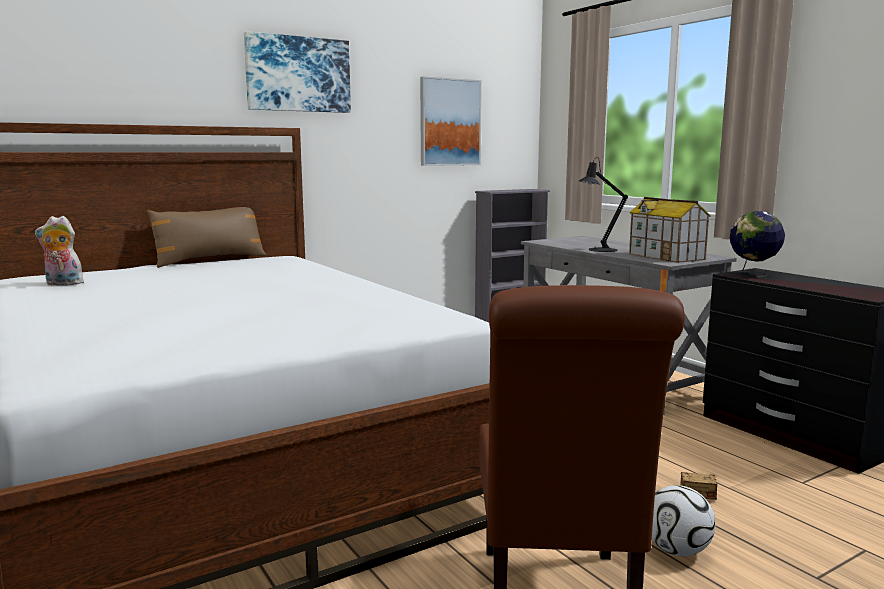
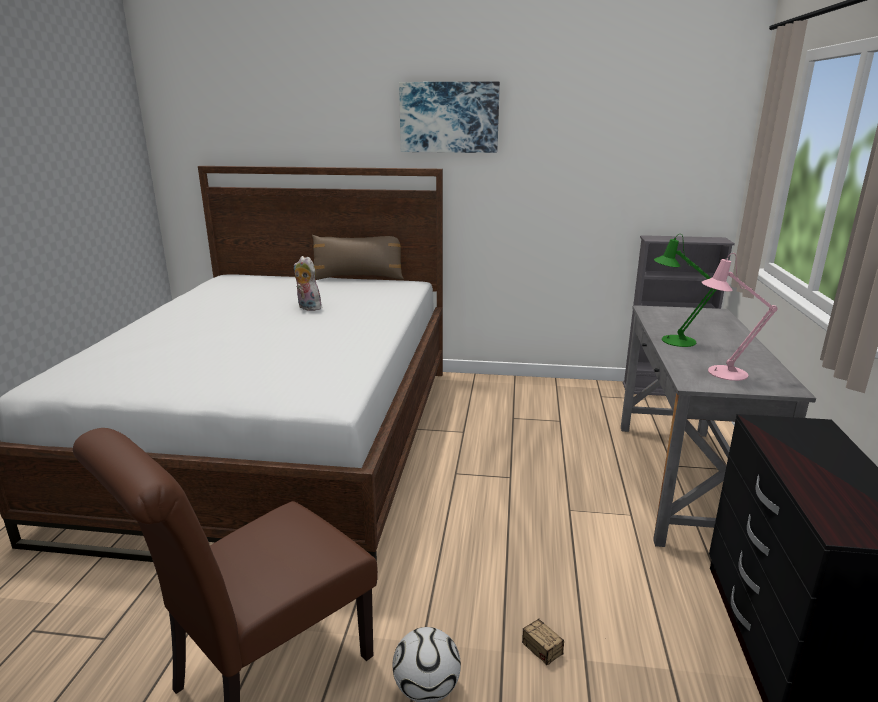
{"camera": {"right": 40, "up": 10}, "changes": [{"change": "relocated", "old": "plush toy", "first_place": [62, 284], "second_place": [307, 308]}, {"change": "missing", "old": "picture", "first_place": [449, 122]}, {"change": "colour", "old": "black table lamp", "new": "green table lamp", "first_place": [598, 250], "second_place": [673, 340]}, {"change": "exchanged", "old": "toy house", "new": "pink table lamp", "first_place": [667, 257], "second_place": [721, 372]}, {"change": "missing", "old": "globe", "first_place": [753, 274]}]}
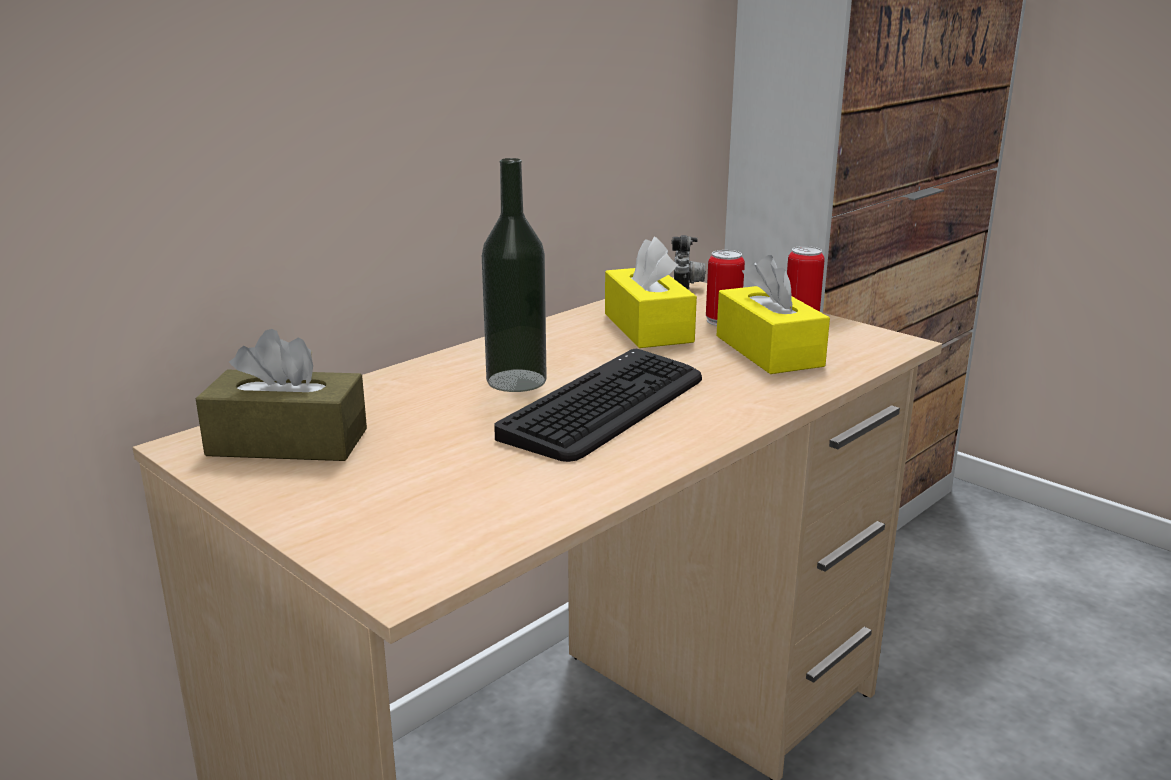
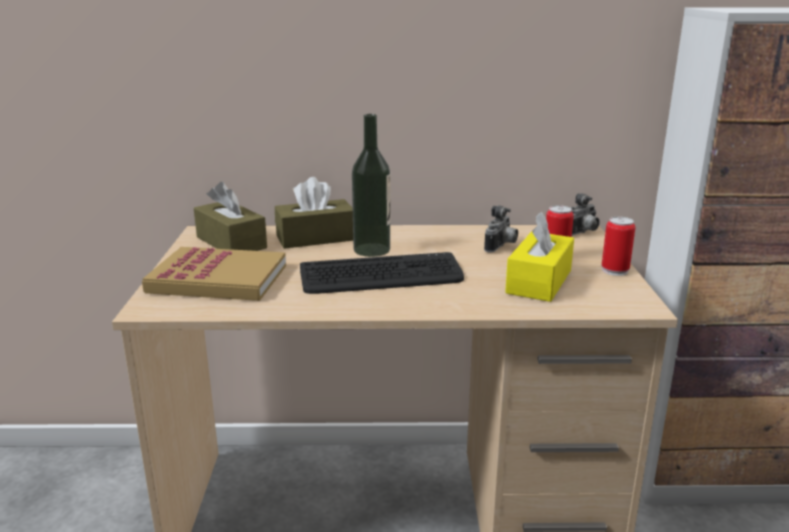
{"camera": {"right": 45, "up": 0}, "changes": [{"change": "exchanged", "old": "yellow tissue box", "new": "photo camera", "first_place": [648, 328], "second_place": [501, 246]}, {"change": "appeared", "new": "book", "second_place": [218, 279]}, {"change": "appeared", "new": "brown tissue box", "second_place": [315, 238]}]}
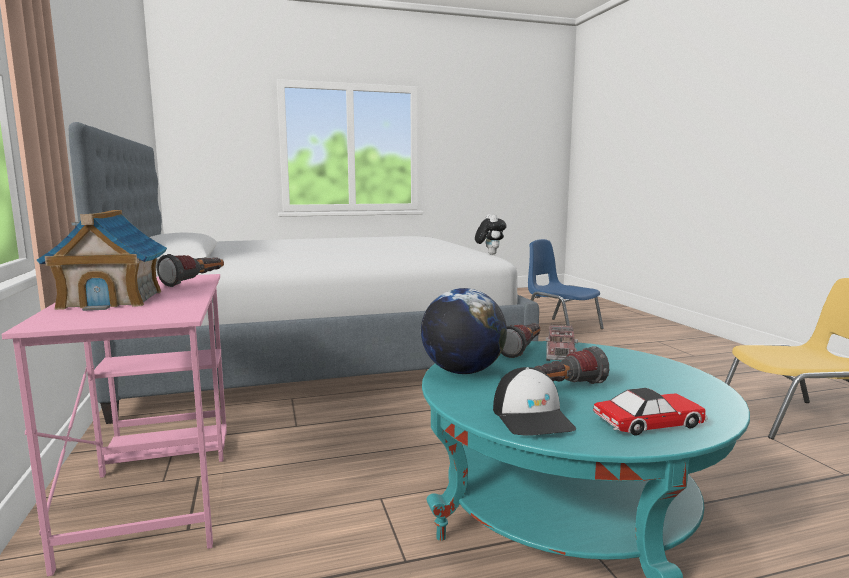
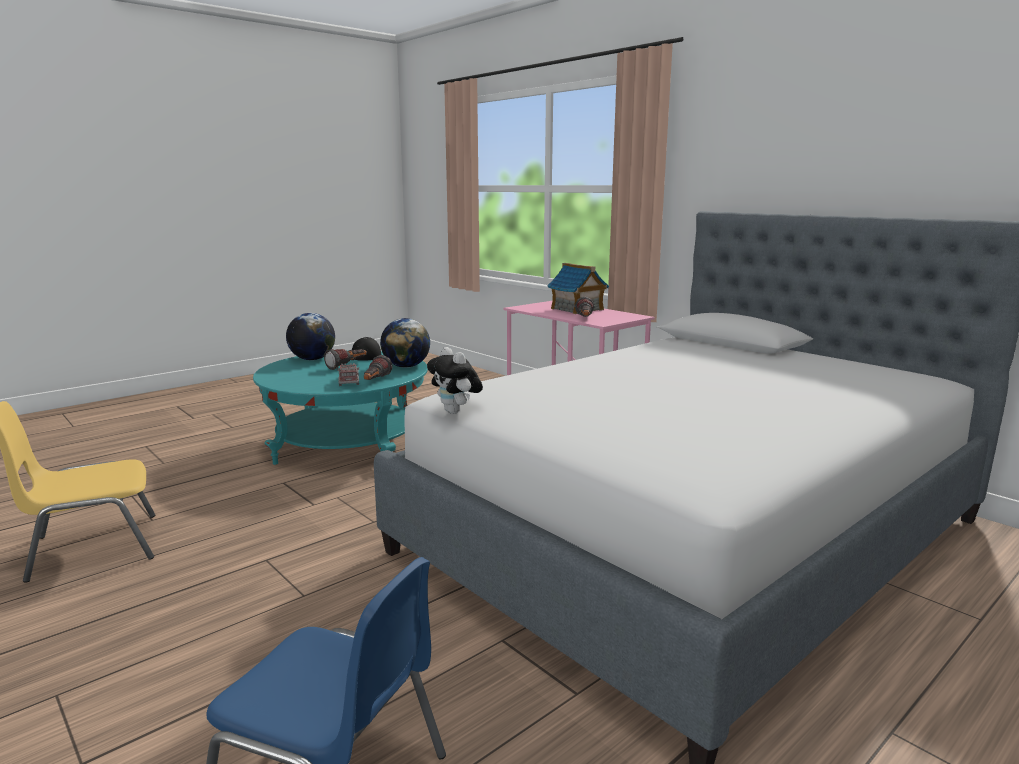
{"camera": {"right": 155, "up": 5}, "changes": [{"change": "exchanged", "old": "toy car", "new": "globe", "first_place": [649, 423], "second_place": [312, 359]}]}
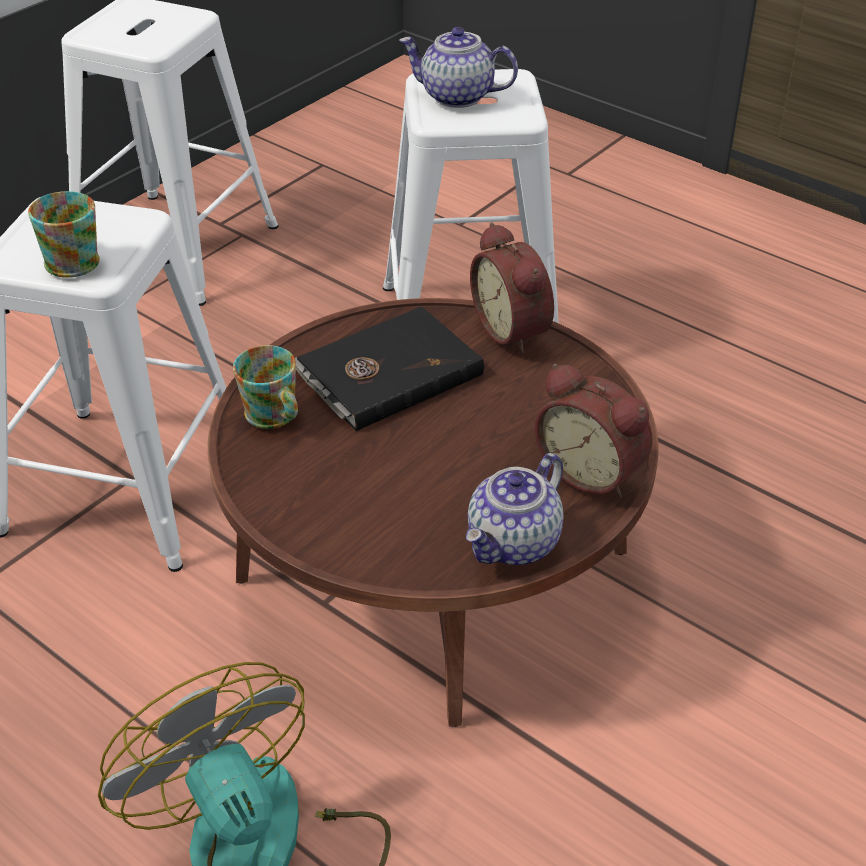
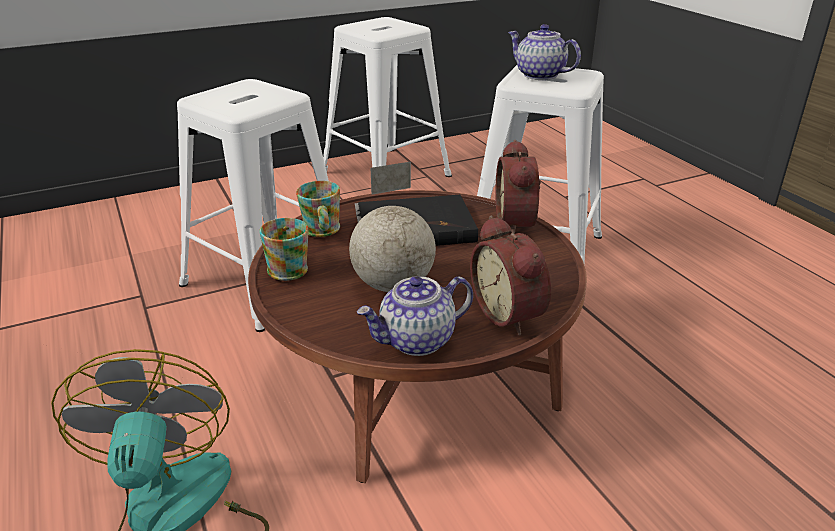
{"camera": {"right": 25, "up": -10}, "changes": [{"change": "relocated", "old": "mug", "first_place": [70, 258], "second_place": [289, 267]}, {"change": "appeared", "new": "globe", "second_place": [392, 285]}]}
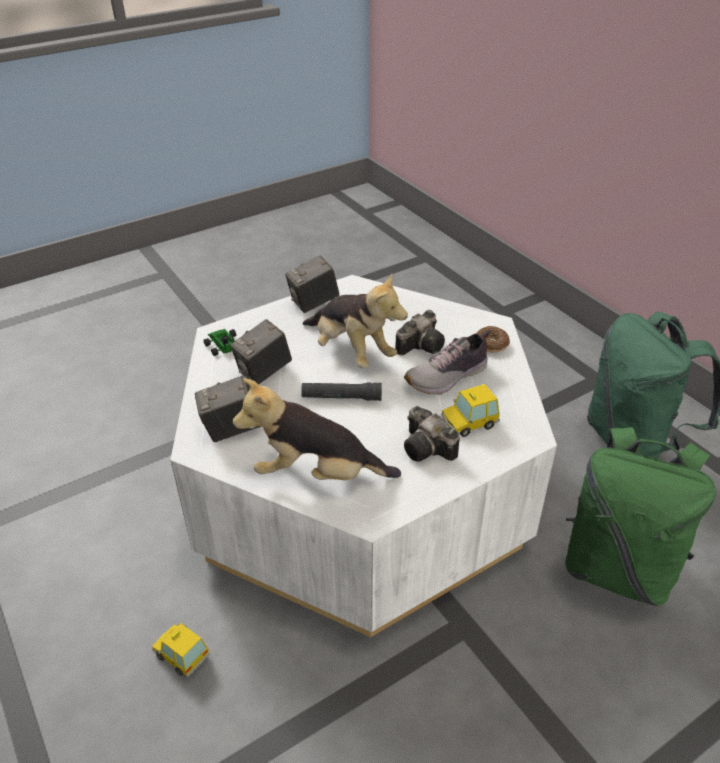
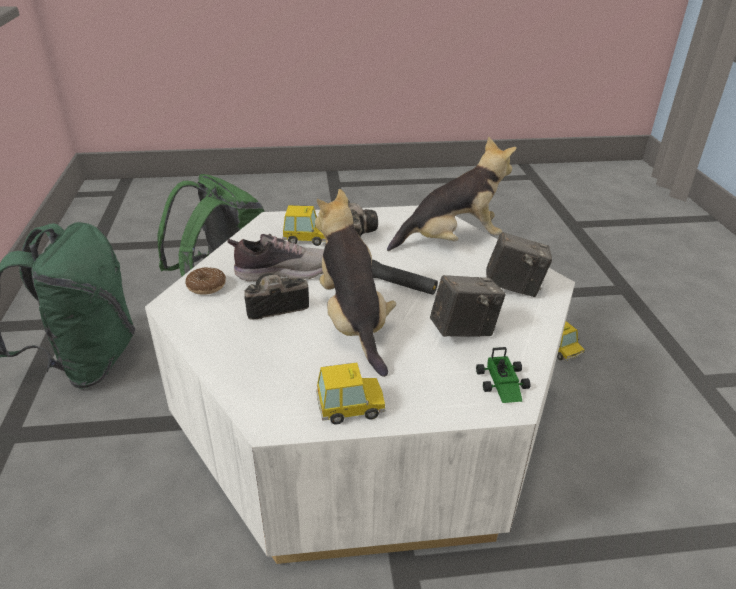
{"camera": {"right": -155, "up": -5}, "changes": [{"change": "spun", "old": "plush toy", "first_place": [317, 474], "second_place": [451, 241], "degrees": -45}, {"change": "exchanged", "old": "photo camera", "new": "toy car", "first_place": [313, 303], "second_place": [351, 407]}]}
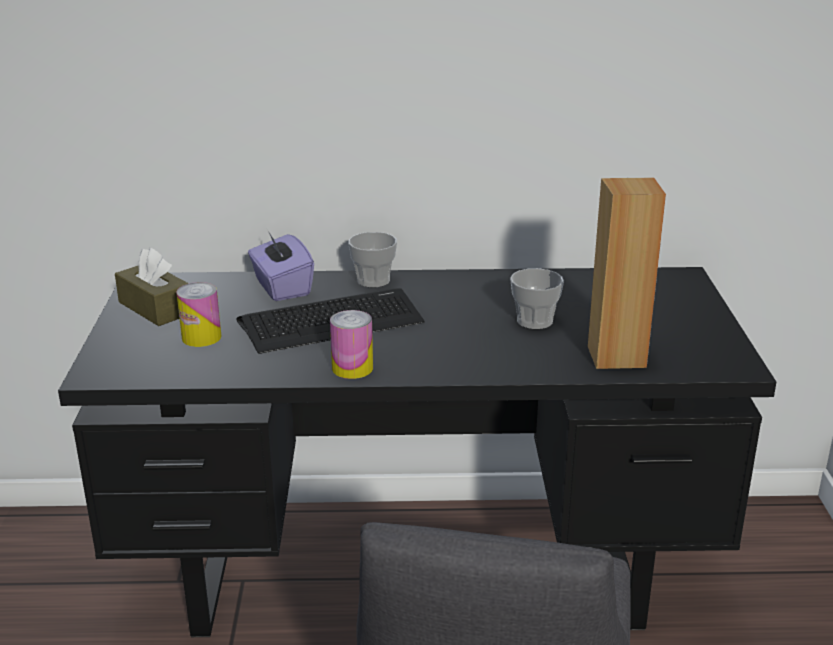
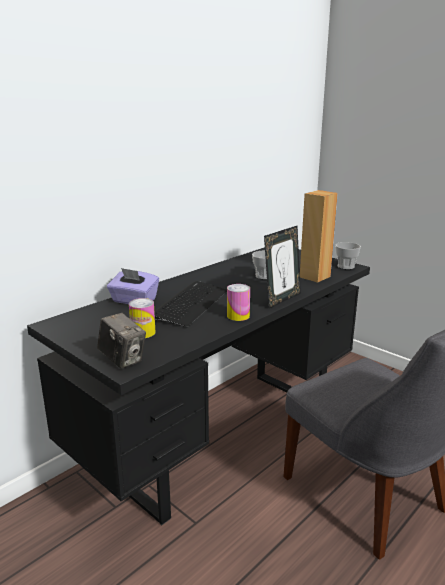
{"camera": {"right": -45, "up": -5}, "changes": [{"change": "missing", "old": "brown tissue box", "first_place": [155, 308]}, {"change": "relocated", "old": "cup", "first_place": [373, 280], "second_place": [346, 266]}, {"change": "appeared", "new": "photo camera", "second_place": [122, 359]}, {"change": "appeared", "new": "picture frame", "second_place": [281, 299]}]}
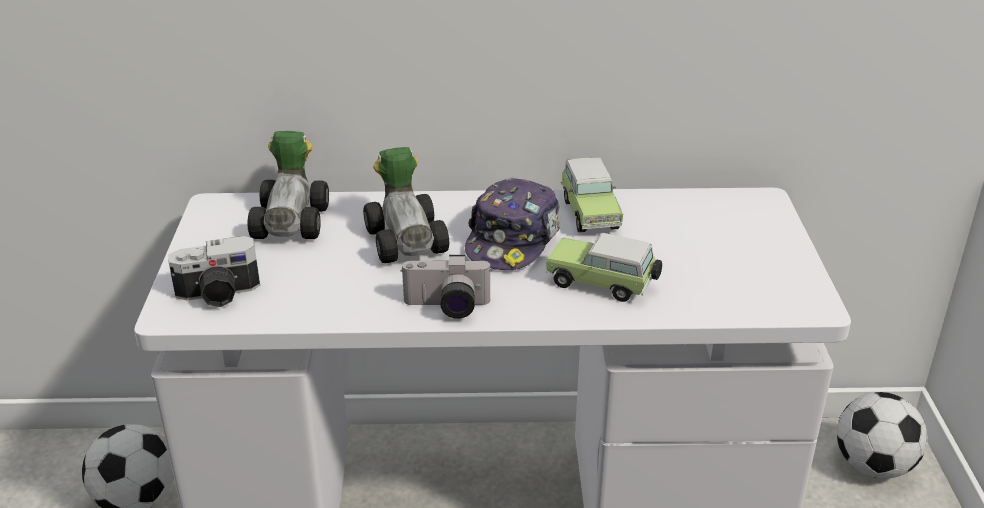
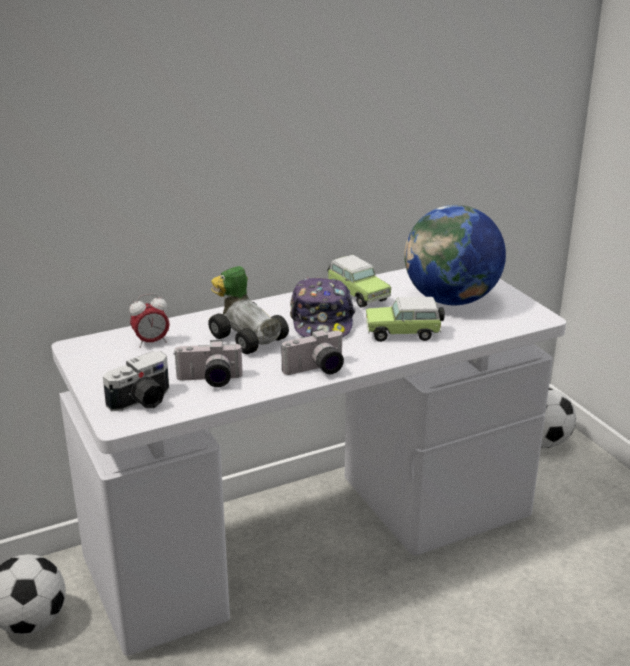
{"camera": {"right": -25, "up": -5}, "changes": [{"change": "exchanged", "old": "toy car", "new": "alarm clock", "first_place": [294, 219], "second_place": [151, 342]}, {"change": "appeared", "new": "photo camera", "second_place": [209, 381]}, {"change": "appeared", "new": "globe", "second_place": [451, 300]}]}
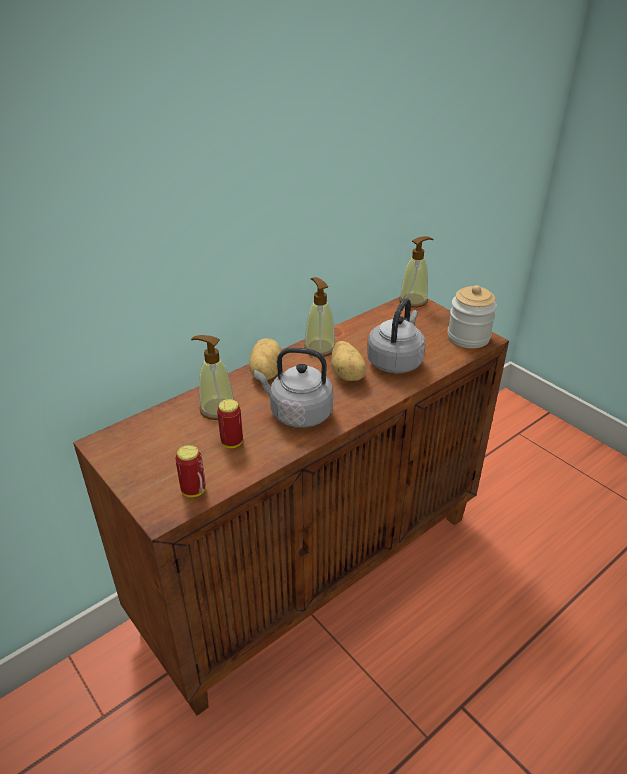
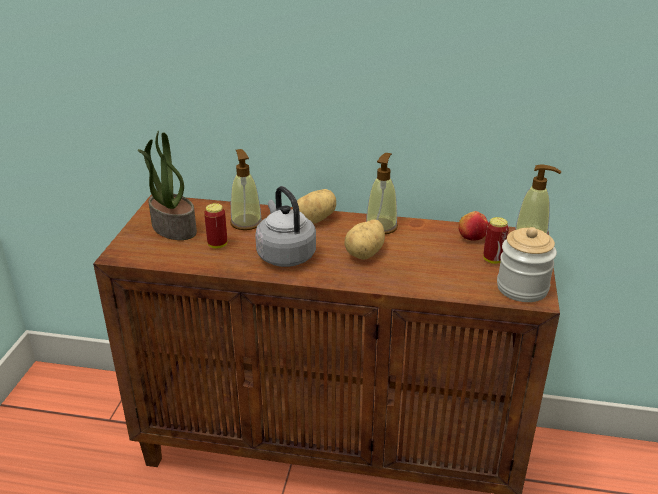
{"camera": {"right": 50, "up": -5}, "changes": [{"change": "relocated", "old": "can", "first_place": [193, 490], "second_place": [493, 260]}, {"change": "missing", "old": "grey kettle", "first_place": [396, 361]}, {"change": "appeared", "new": "potted plant", "second_place": [172, 228]}, {"change": "appeared", "new": "apple", "second_place": [471, 237]}]}
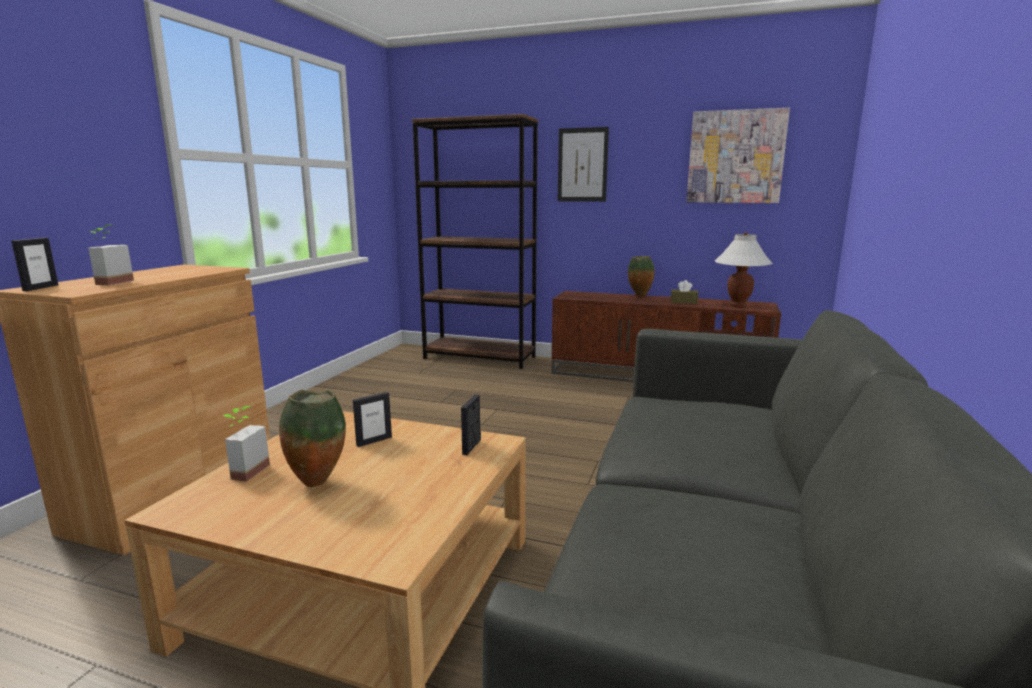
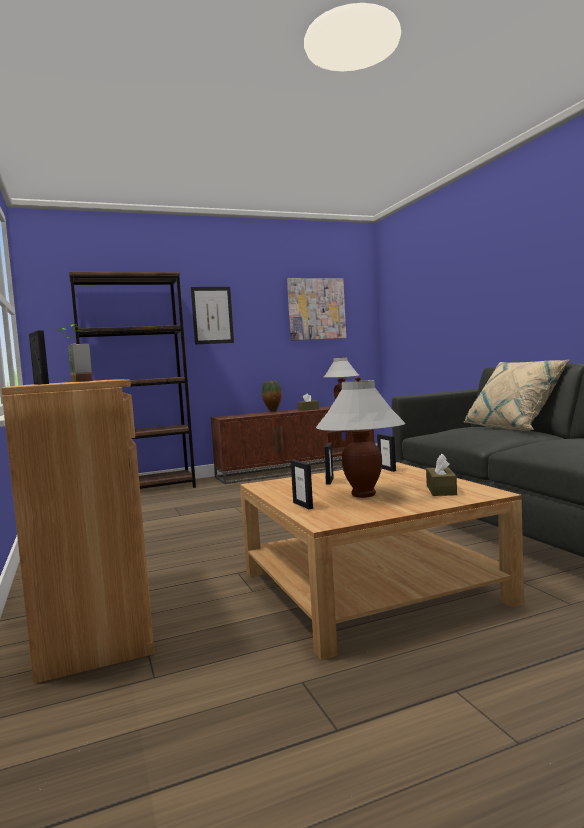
{"camera": {"right": -40, "up": -10}, "changes": [{"change": "exchanged", "old": "potted plant", "new": "picture frame", "first_place": [244, 471], "second_place": [303, 505]}, {"change": "exchanged", "old": "vase", "new": "white table lamp", "first_place": [318, 482], "second_place": [363, 494]}, {"change": "appeared", "new": "brown tissue box", "second_place": [441, 490]}, {"change": "appeared", "new": "beige pillow", "second_place": [513, 428]}]}
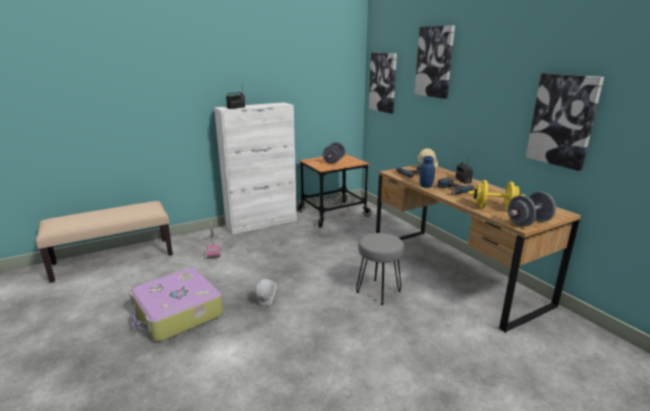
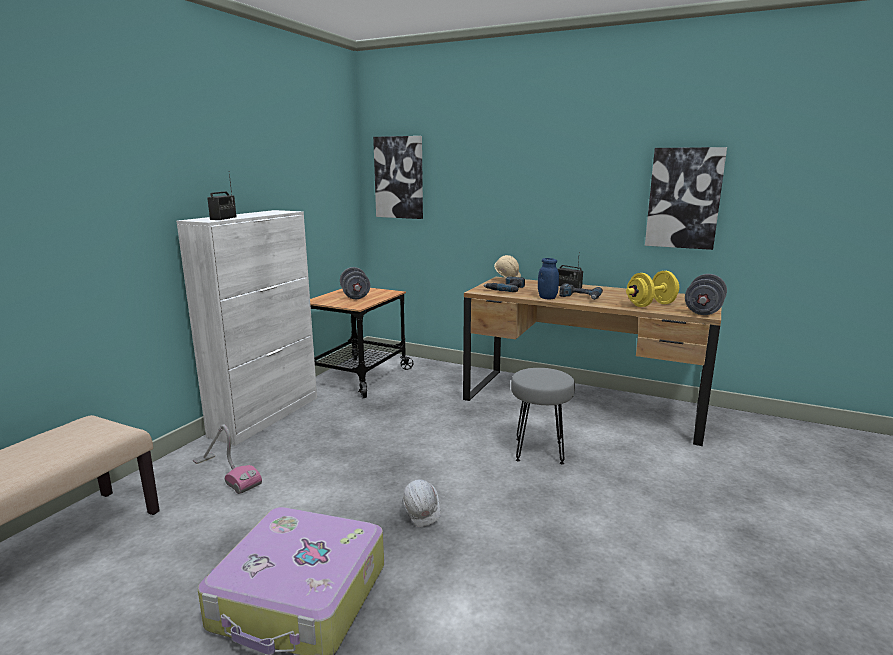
{"camera": {"right": -35, "up": -5}, "changes": [{"change": "missing", "old": "picture", "first_place": [435, 62]}]}
